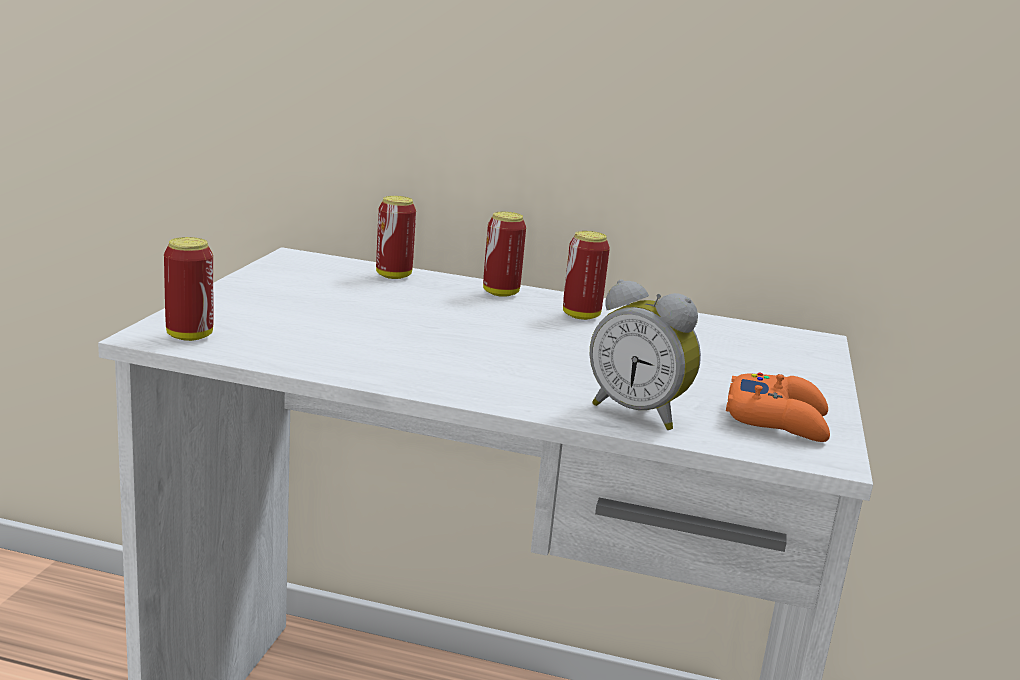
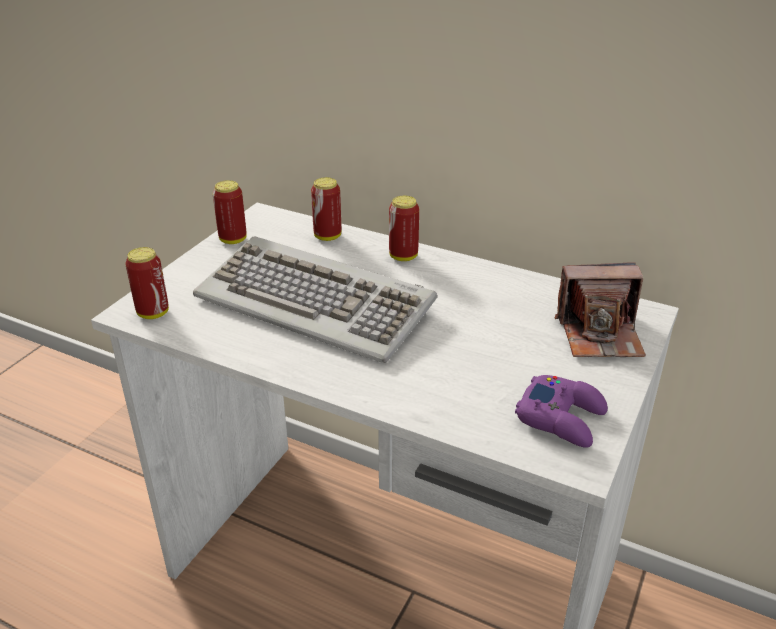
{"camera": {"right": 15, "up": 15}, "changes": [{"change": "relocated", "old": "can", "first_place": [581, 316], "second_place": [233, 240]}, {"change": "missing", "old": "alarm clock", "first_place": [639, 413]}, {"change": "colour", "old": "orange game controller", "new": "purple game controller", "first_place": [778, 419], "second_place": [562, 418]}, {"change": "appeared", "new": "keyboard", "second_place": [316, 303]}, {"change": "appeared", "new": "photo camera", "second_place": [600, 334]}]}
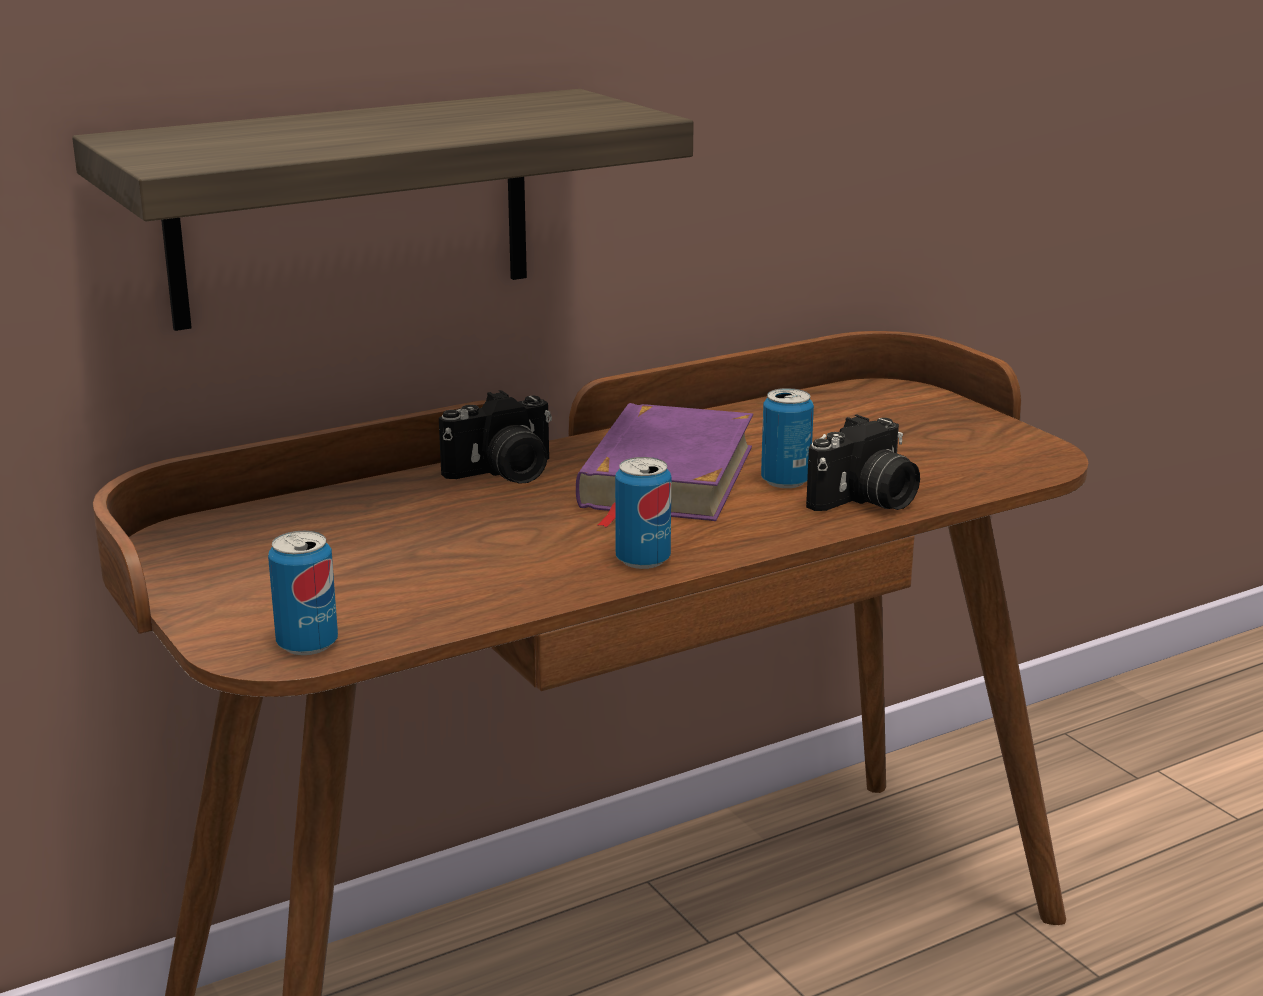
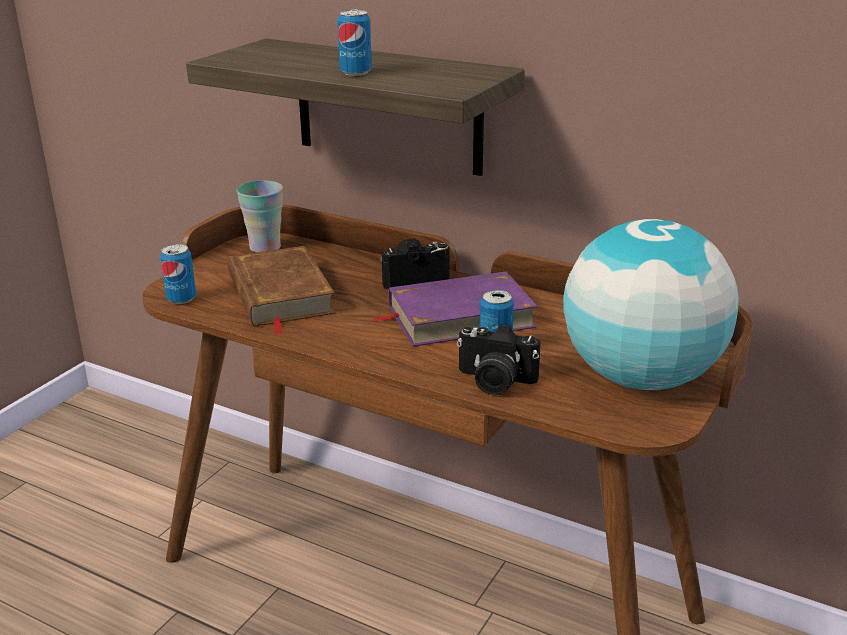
{"camera": {"right": 60, "up": 5}, "changes": [{"change": "spun", "old": "photo camera", "first_place": [503, 474], "second_place": [413, 278], "degrees": 135}, {"change": "relocated", "old": "can", "first_place": [643, 560], "second_place": [355, 72]}, {"change": "appeared", "new": "brown book", "second_place": [279, 295]}, {"change": "appeared", "new": "cup", "second_place": [265, 247]}, {"change": "appeared", "new": "globe", "second_place": [641, 378]}]}
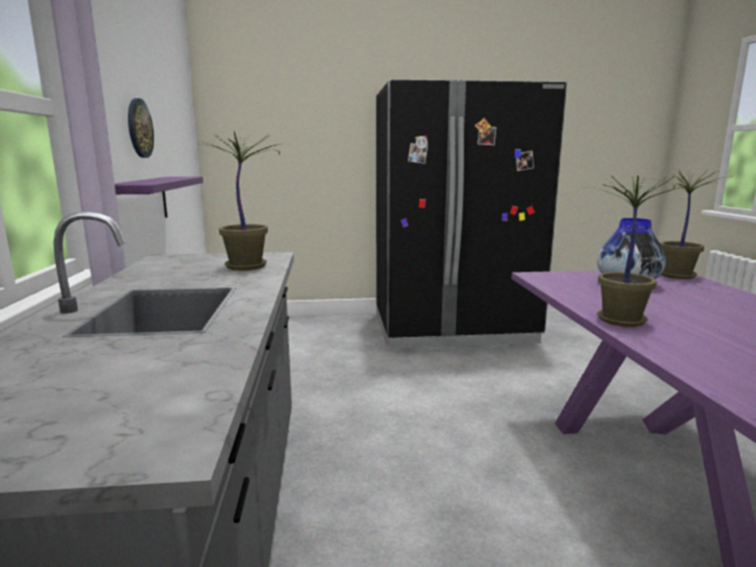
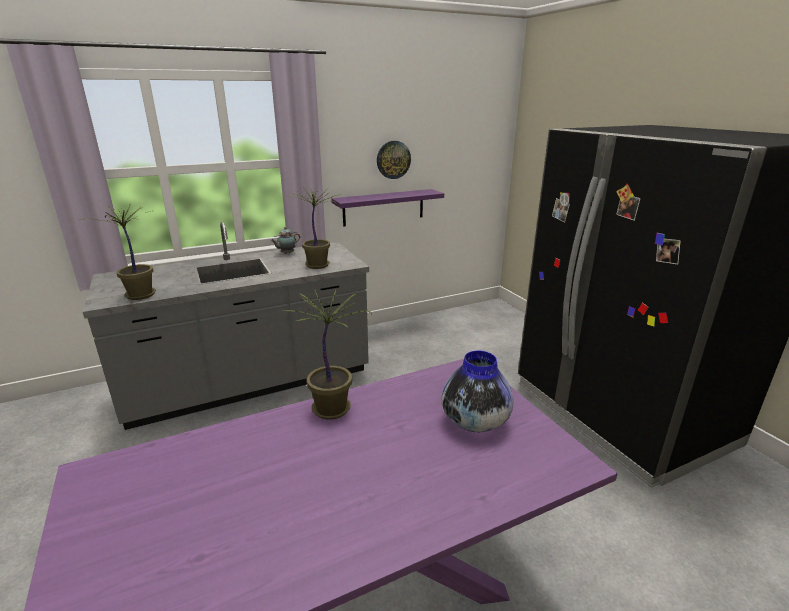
{"camera": {"right": 70, "up": 10}, "changes": [{"change": "relocated", "old": "potted plant", "first_place": [677, 276], "second_place": [139, 295]}, {"change": "appeared", "new": "teapot", "second_place": [286, 253]}]}
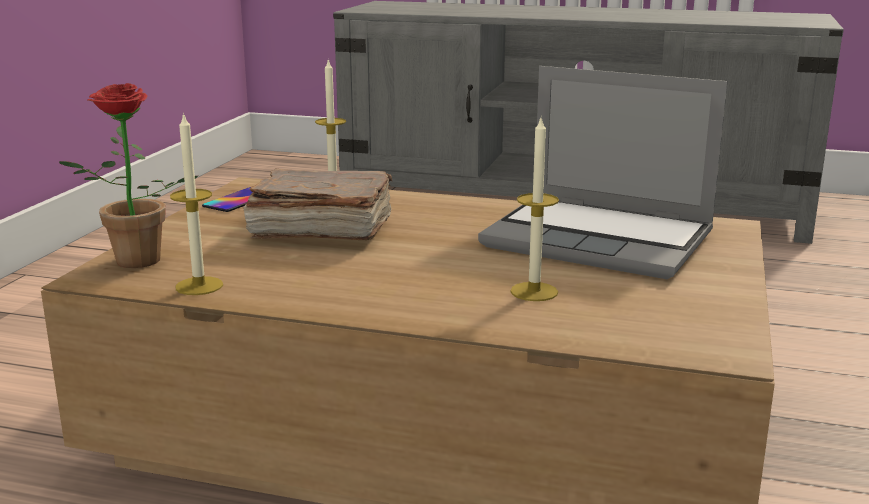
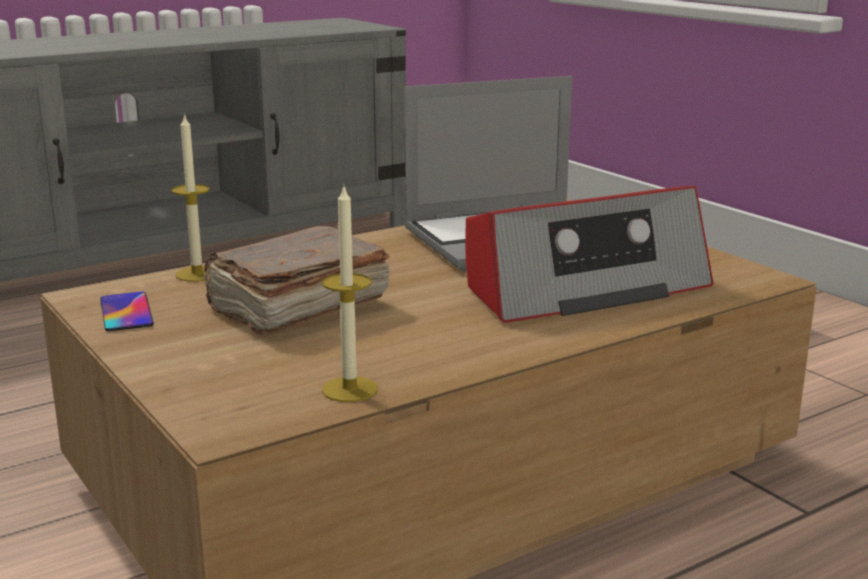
{"camera": {"right": -50, "up": 0}, "changes": [{"change": "missing", "old": "potted plant", "first_place": [133, 264]}, {"change": "exchanged", "old": "candle", "new": "radio", "first_place": [534, 292], "second_place": [582, 288]}]}
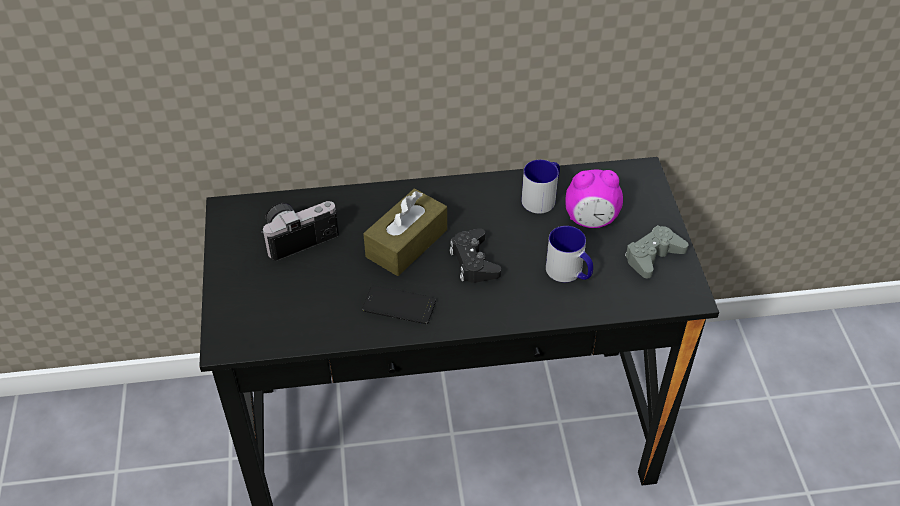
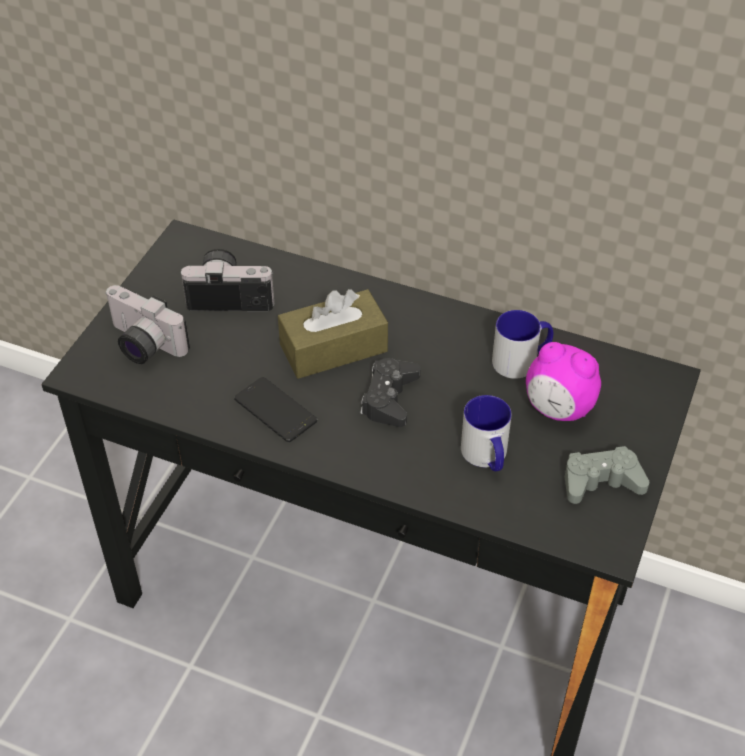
{"camera": {"right": 30, "up": 0}, "changes": [{"change": "appeared", "new": "photo camera", "second_place": [141, 345]}]}
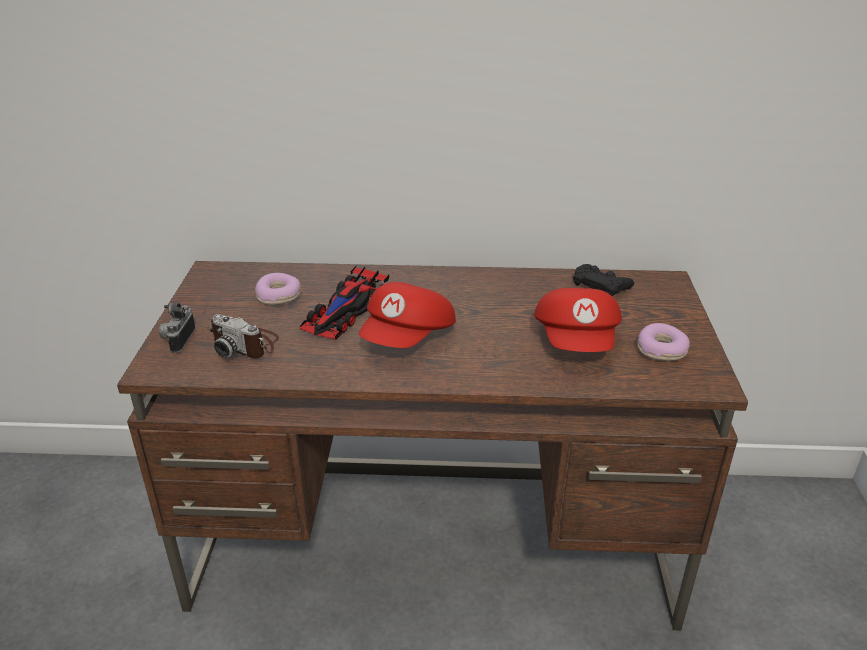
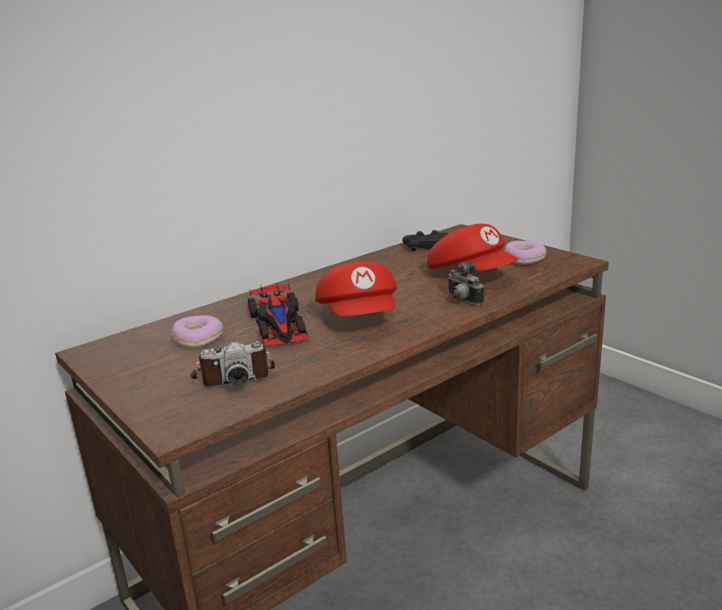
{"camera": {"right": -40, "up": -10}, "changes": [{"change": "relocated", "old": "photo camera", "first_place": [178, 340], "second_place": [462, 300]}]}
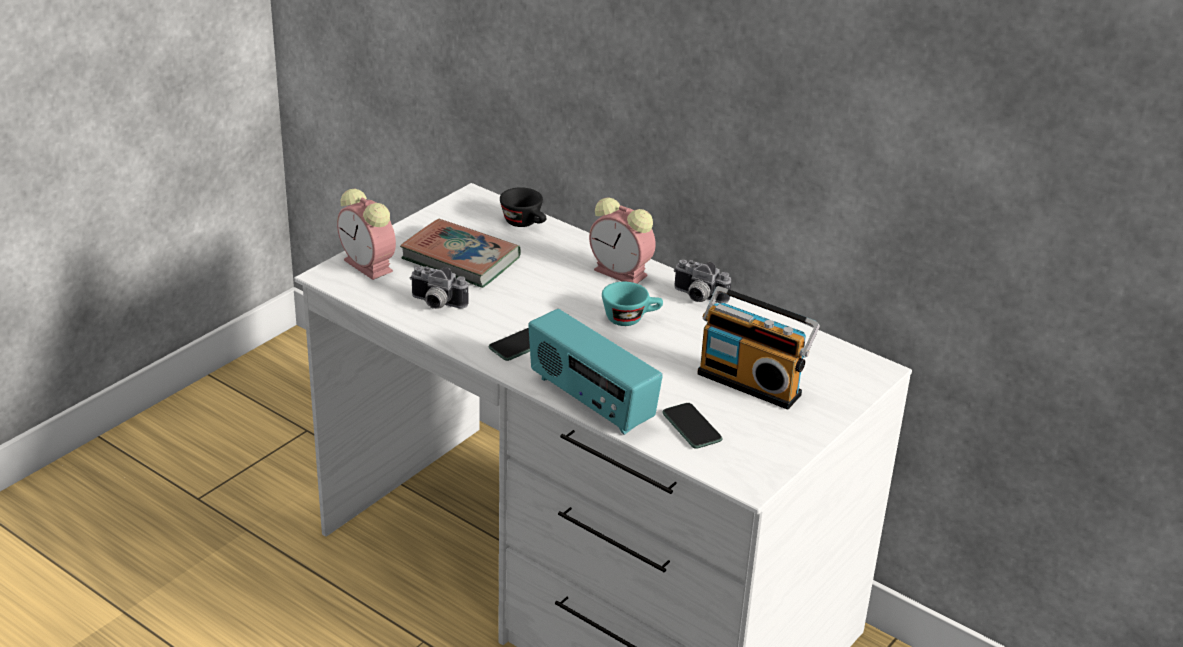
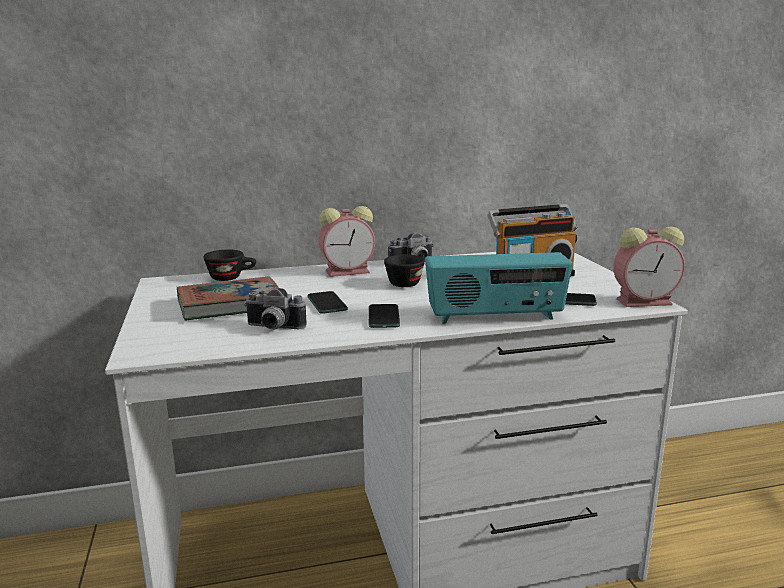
{"camera": {"right": -50, "up": -15}, "changes": [{"change": "relocated", "old": "alarm clock", "first_place": [370, 266], "second_place": [645, 301]}, {"change": "spun", "old": "photo camera", "first_place": [436, 304], "second_place": [273, 328], "degrees": 45}, {"change": "colour", "old": "turquoise cup", "new": "black cup", "first_place": [631, 318], "second_place": [407, 282]}, {"change": "appeared", "new": "phone", "second_place": [327, 303]}]}
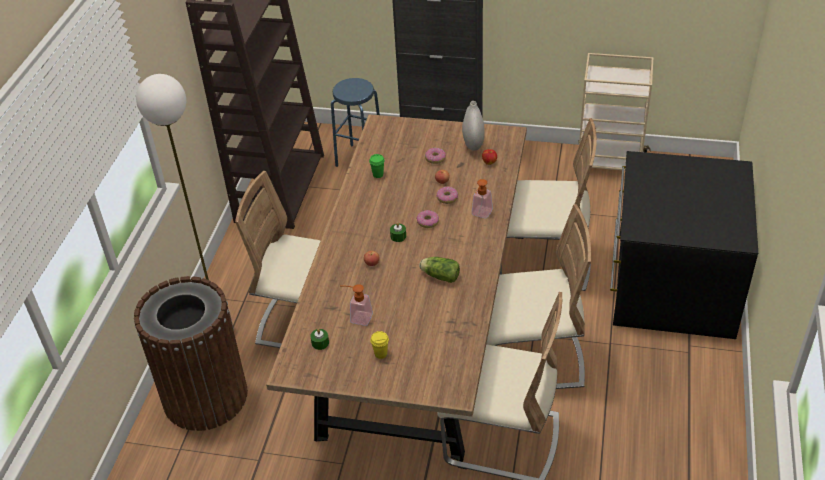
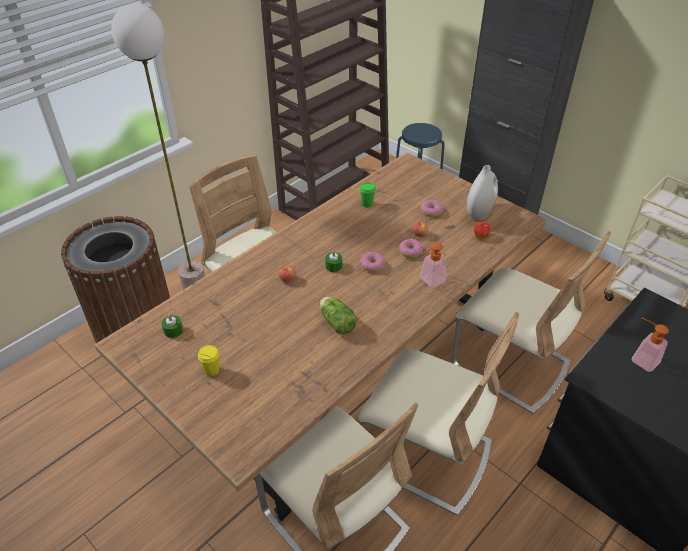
{"camera": {"right": 30, "up": 0}, "changes": [{"change": "relocated", "old": "soap dispenser", "first_place": [357, 317], "second_place": [640, 359]}]}
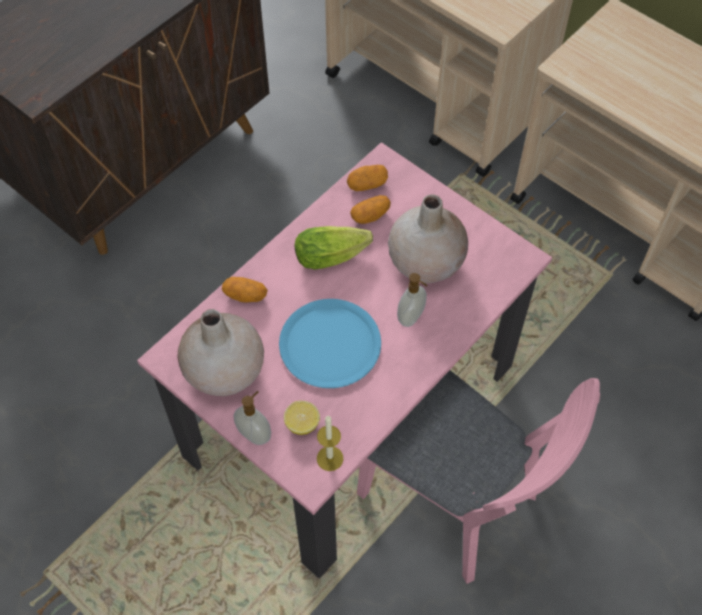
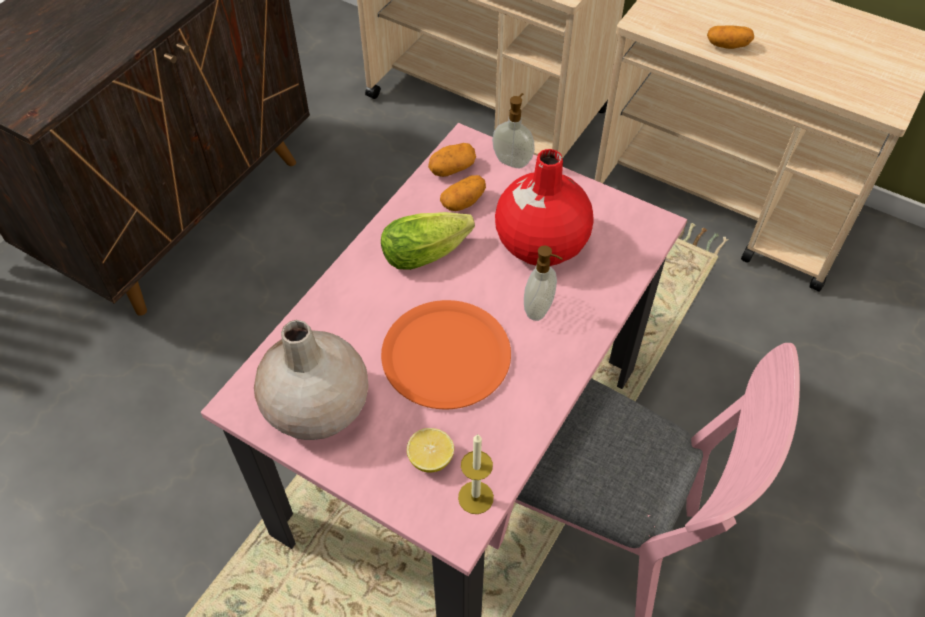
{"camera": {"right": -10, "up": -5}, "changes": [{"change": "relocated", "old": "potato", "first_place": [245, 295], "second_place": [727, 45]}, {"change": "relocated", "old": "soap dispenser", "first_place": [255, 434], "second_place": [512, 161]}, {"change": "colour", "old": "blue plate", "new": "orange plate", "first_place": [330, 344], "second_place": [446, 355]}, {"change": "colour", "old": "beige vase", "new": "red vase", "first_place": [425, 261], "second_place": [540, 242]}]}
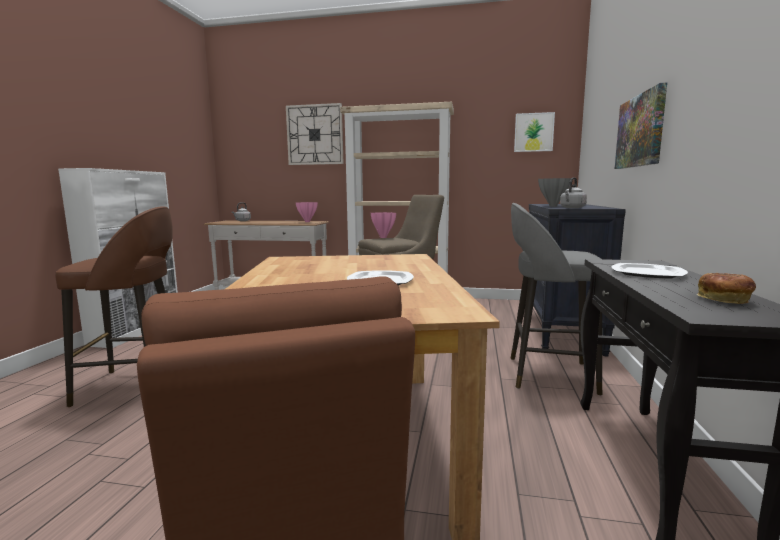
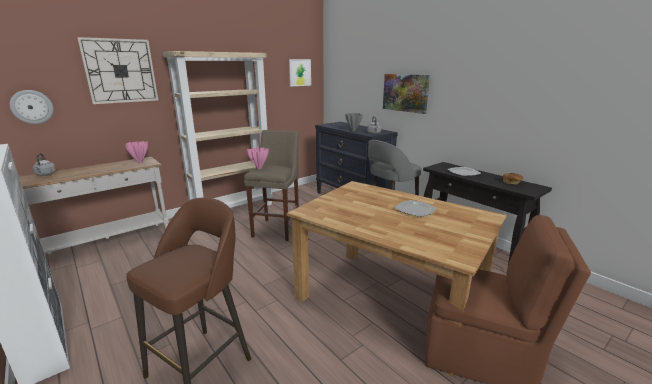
{"camera": {"right": -50, "up": 10}, "changes": [{"change": "appeared", "new": "wall clock", "second_place": [32, 107]}]}
